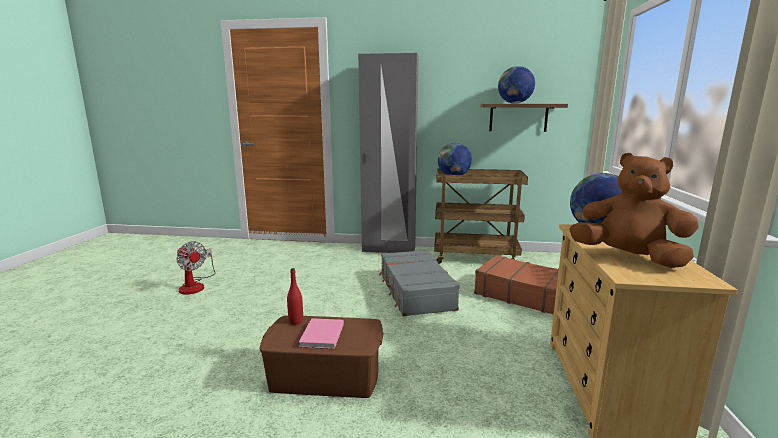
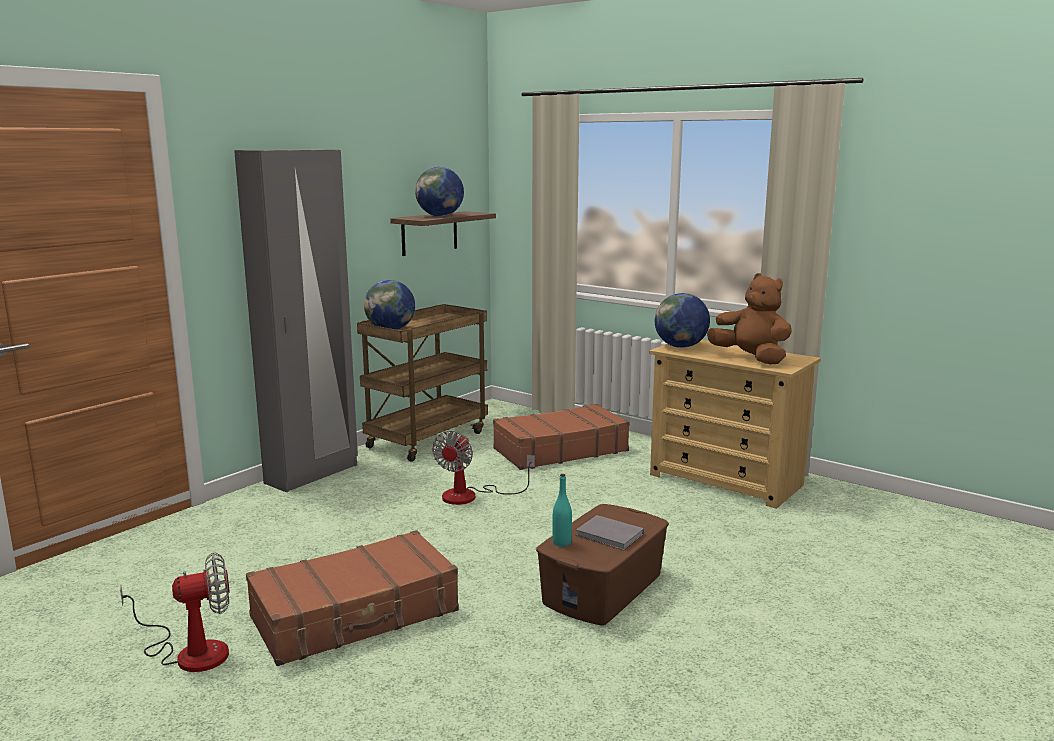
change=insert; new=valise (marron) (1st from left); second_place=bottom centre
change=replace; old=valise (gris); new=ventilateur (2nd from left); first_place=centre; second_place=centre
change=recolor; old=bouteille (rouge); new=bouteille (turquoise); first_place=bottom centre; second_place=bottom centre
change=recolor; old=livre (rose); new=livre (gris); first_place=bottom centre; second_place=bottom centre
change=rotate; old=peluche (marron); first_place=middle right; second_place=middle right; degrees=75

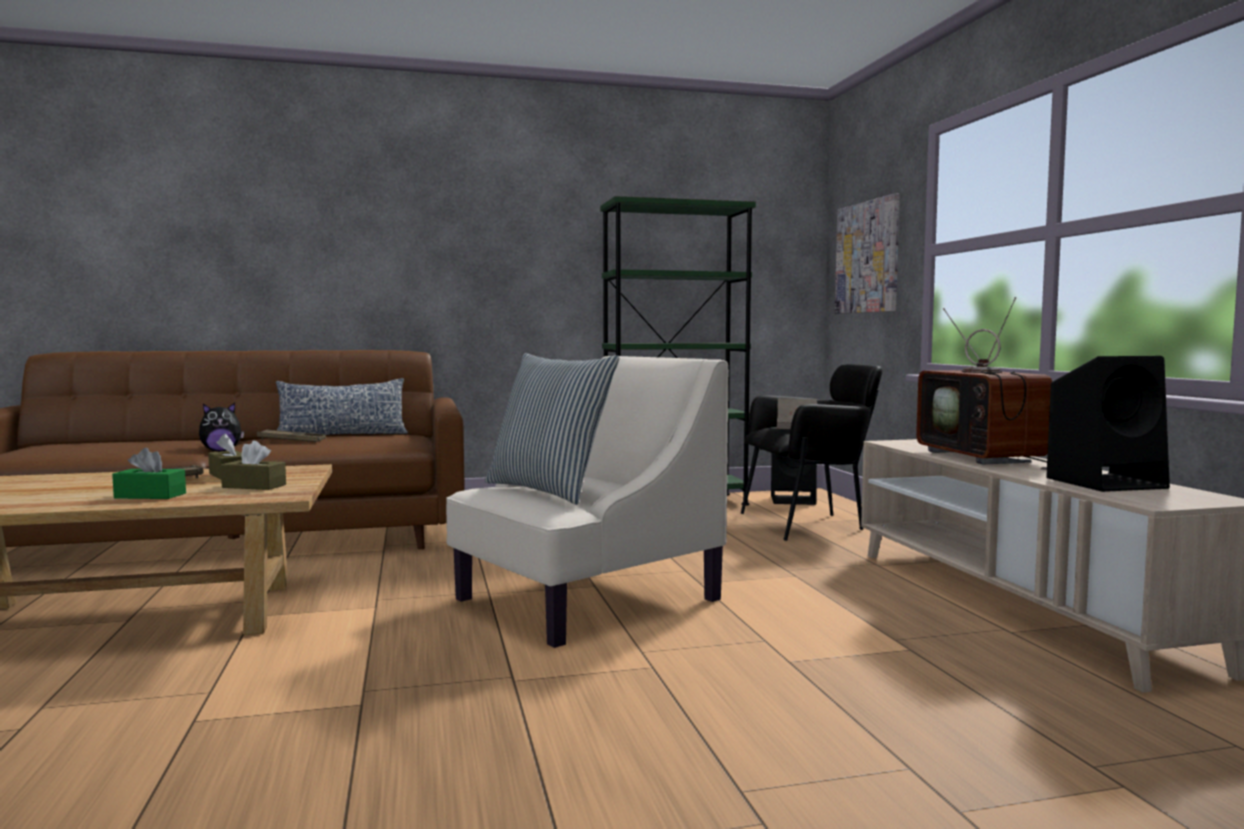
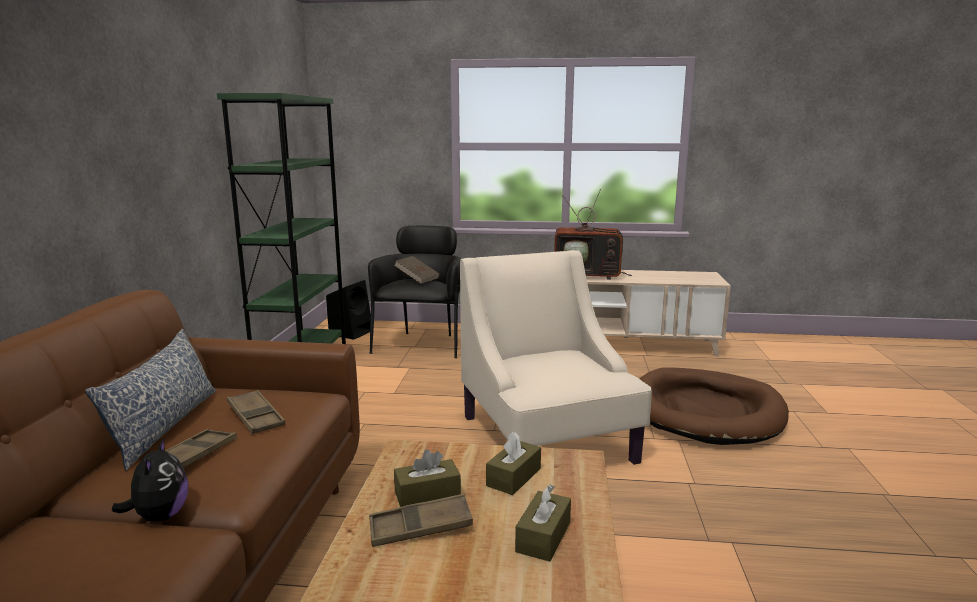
change=insert; new=plateau (marron) (2nd from left); second_place=bottom left
change=recolor; old=boîte à mouchoirs (vert); new=boîte à mouchoirs (marron) (3rd from left); first_place=middle left; second_place=bottom centre
change=insert; new=panier pour chien (marron); second_place=bottom right
change=delete; old=coussin (2nd from left); first_place=centre
change=delete; old=tableau; first_place=top right
change=delete; old=enceinte (noir) (2nd from left); first_place=middle right

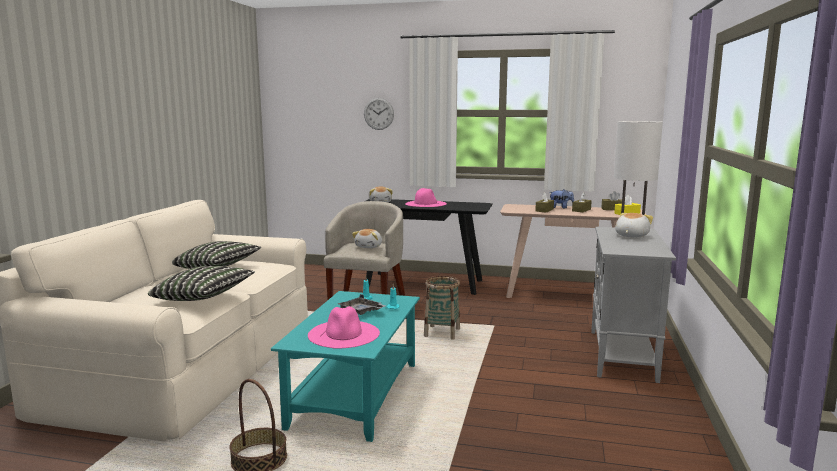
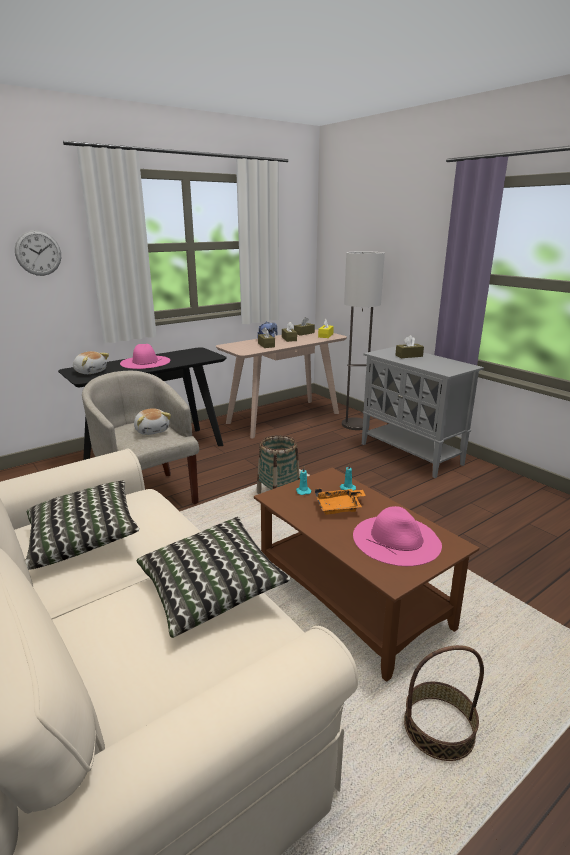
change=recolor; old=table basse (turquoise); new=table basse (marron); first_place=bottom centre; second_place=bottom centre
change=recolor; old=plateau (gris); new=plateau (orange); first_place=centre; second_place=centre
change=replace; old=peluche (4th from left); new=boîte à mouchoirs (marron) (4th from left); first_place=middle right; second_place=middle right

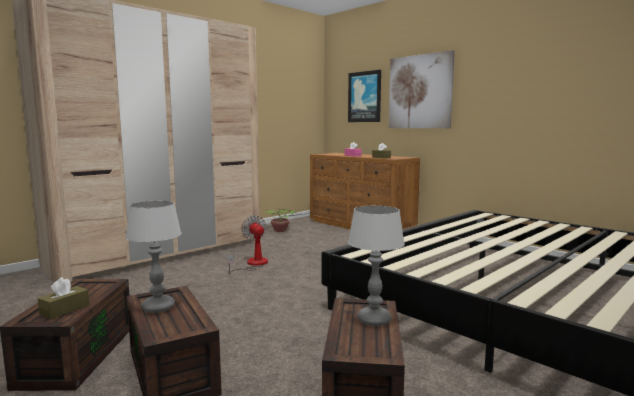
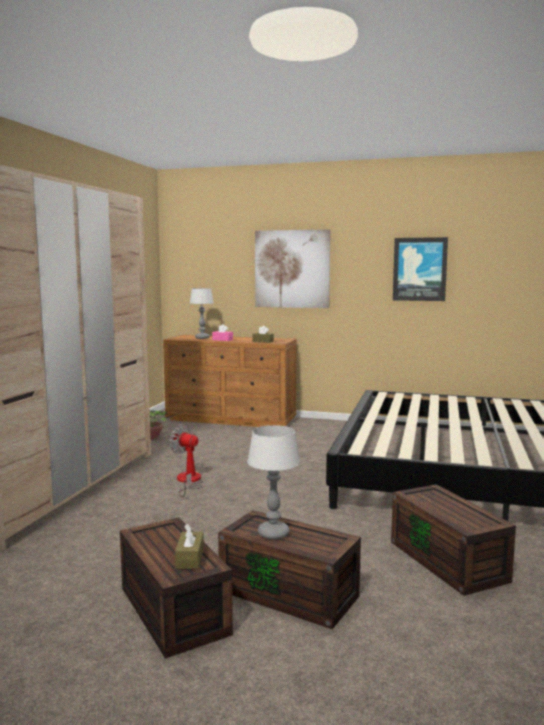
change=move; old=lampe de table (2nd from left in the first image); new=lampe de table (1st from left); first_place=bottom centre; second_place=centre
change=move; old=tableau (1st from left in the first image); new=tableau (2nd from left); first_place=top centre; second_place=middle right

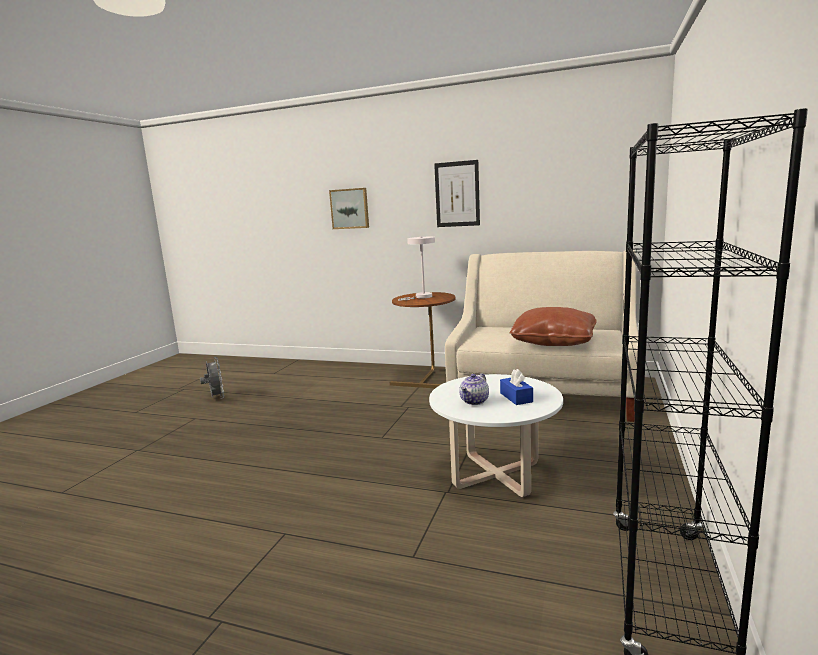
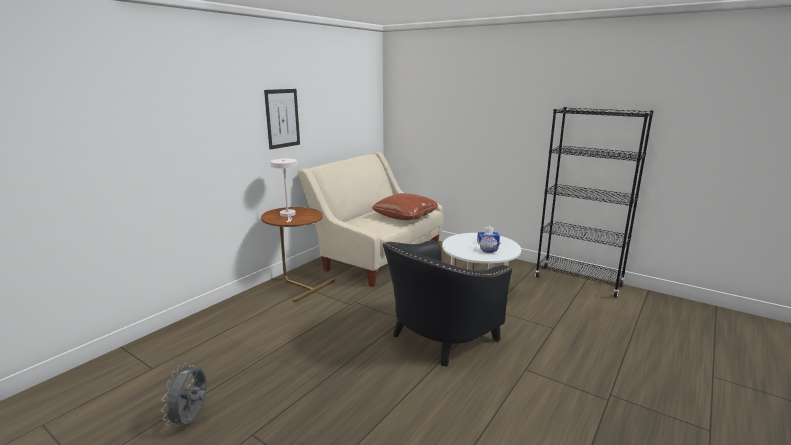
change=rotate; old=ventilateur (gris); first_place=middle left; second_place=bottom left; degrees=-75
change=insert; new=fauteuil (noir); second_place=bottom centre
change=delete; old=tableau (1st from left); first_place=top centre

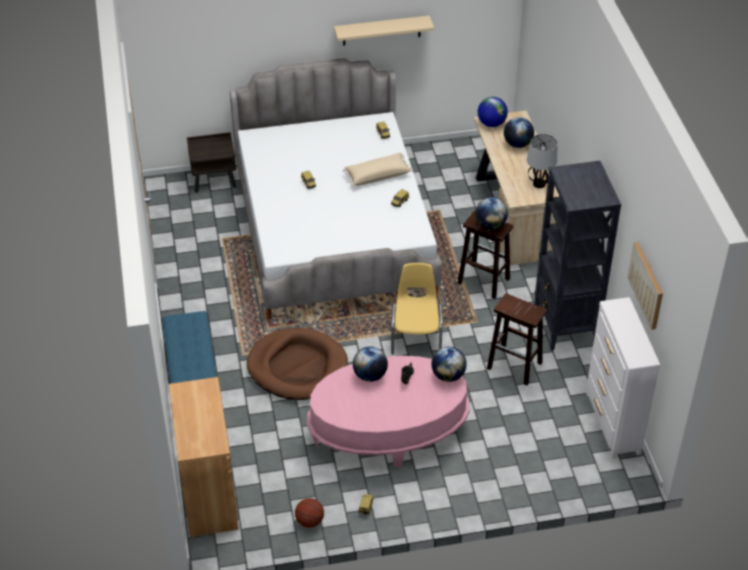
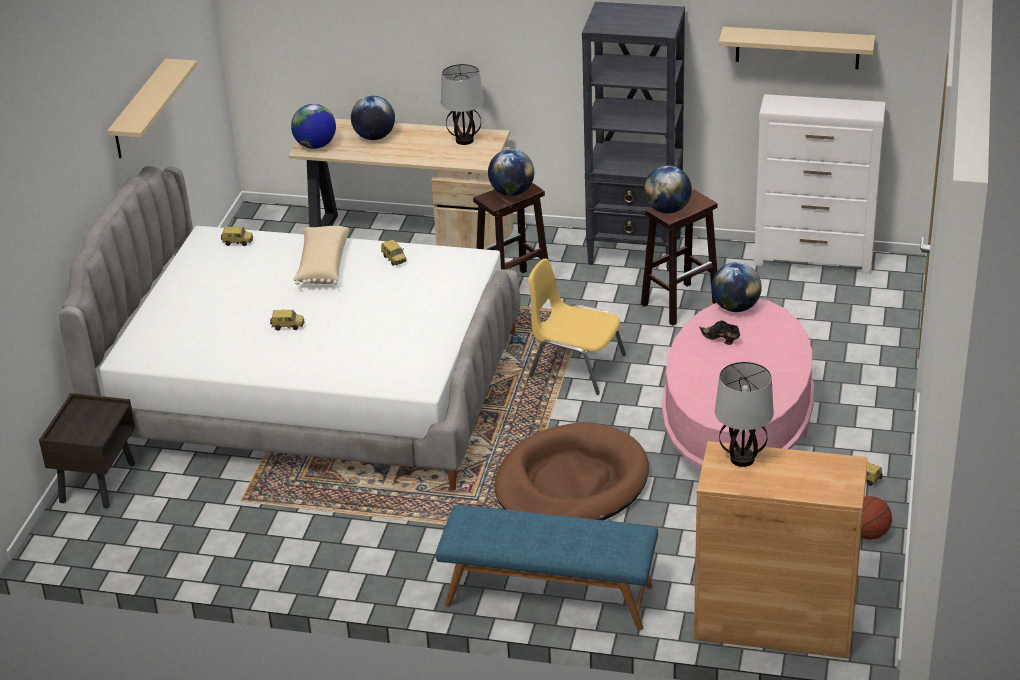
change=move; old=globe (1st from left in the first image); new=globe (4th from left); first_place=centre; second_place=top centre
change=insert; new=lampe de table (2nd from left); second_place=middle right
change=replace; old=tableau; new=étagère (beige) (2nd from left); first_place=middle right; second_place=top right

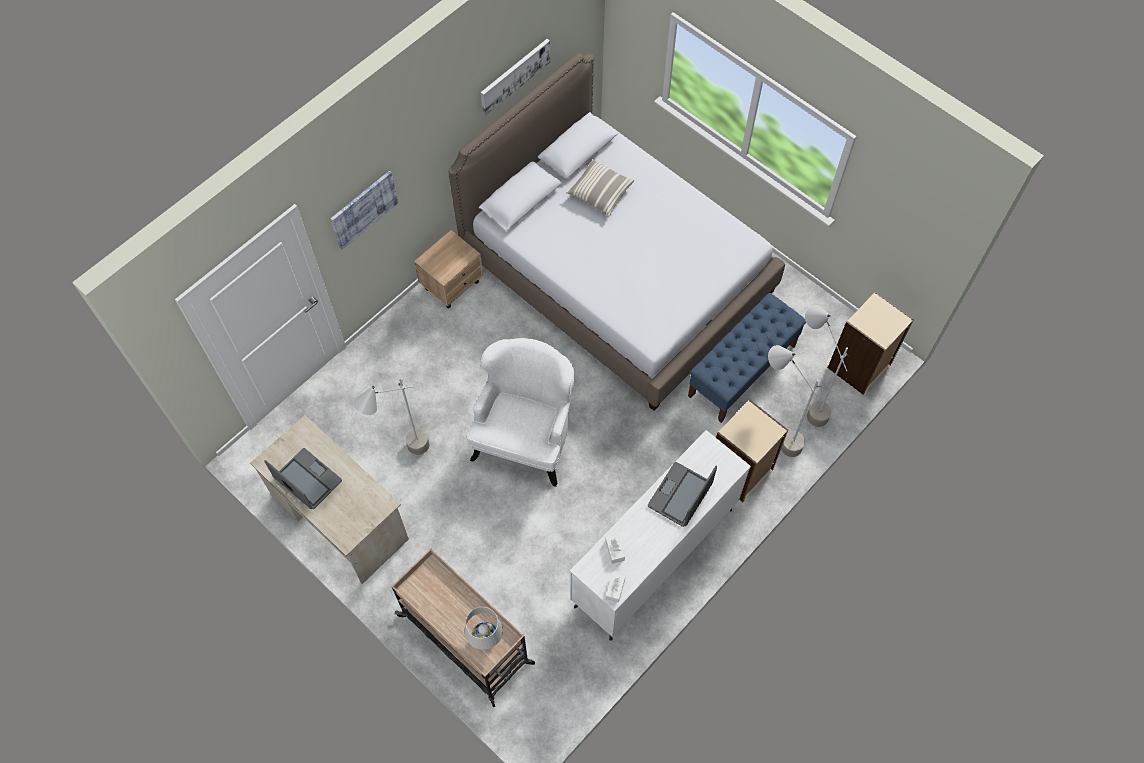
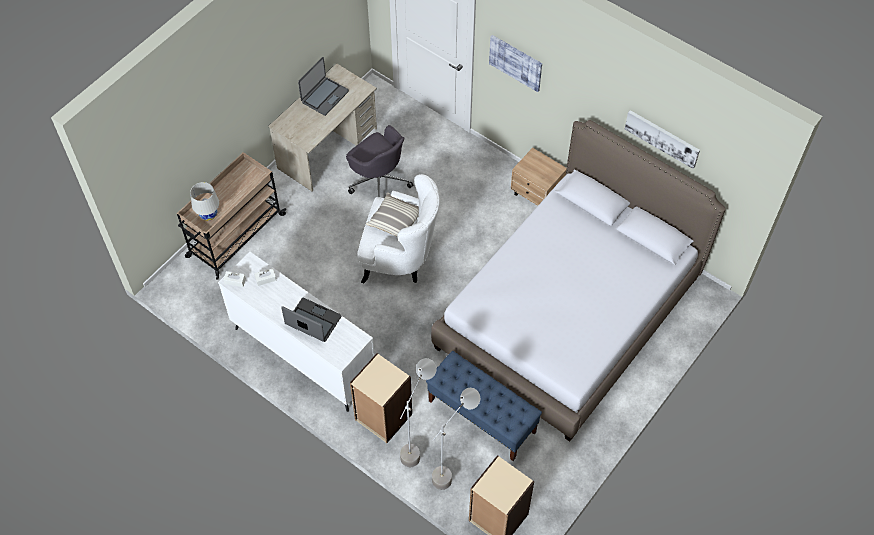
change=replace; old=lampadaire (gris) (1st from left); new=chaise de bureau (gris); first_place=centre; second_place=top centre
change=move; old=coussin; first_place=top centre; second_place=centre

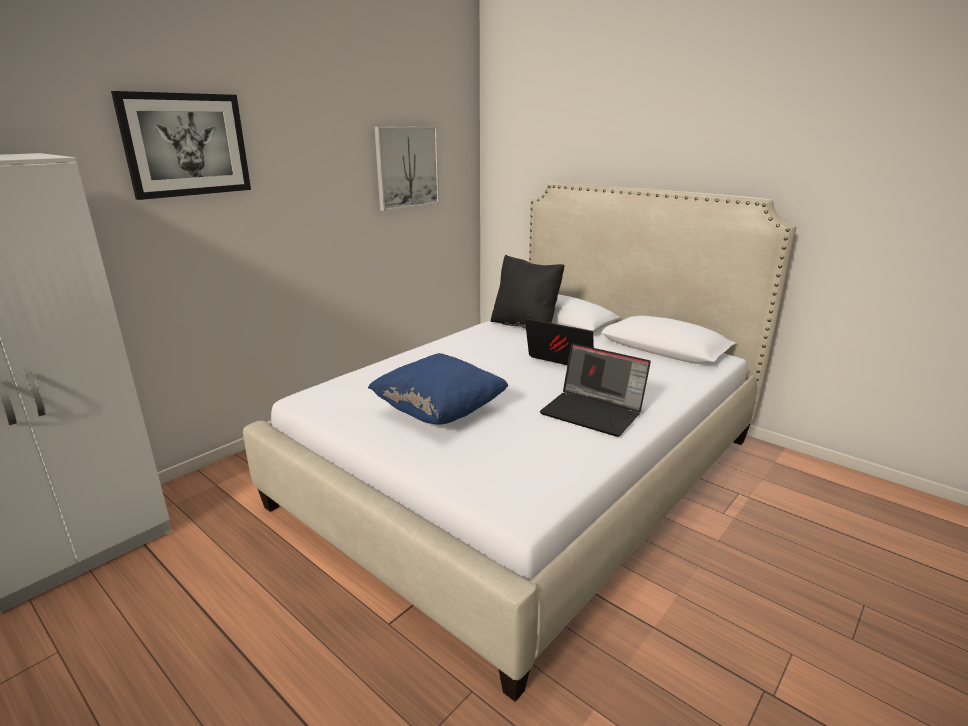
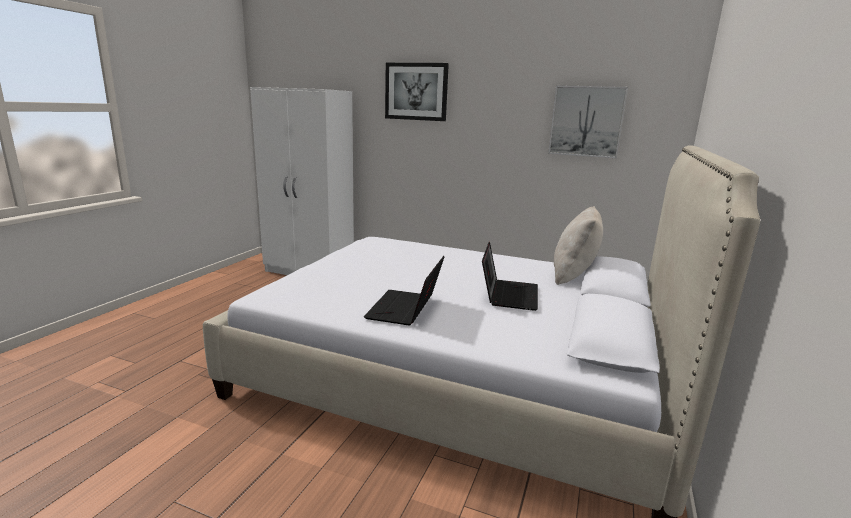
change=recolor; old=coussin (noir); new=coussin (beige); first_place=centre; second_place=middle right
change=delete; old=coussin (bleu); first_place=centre

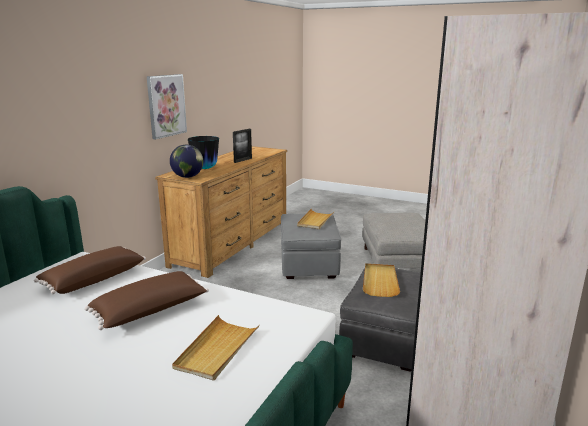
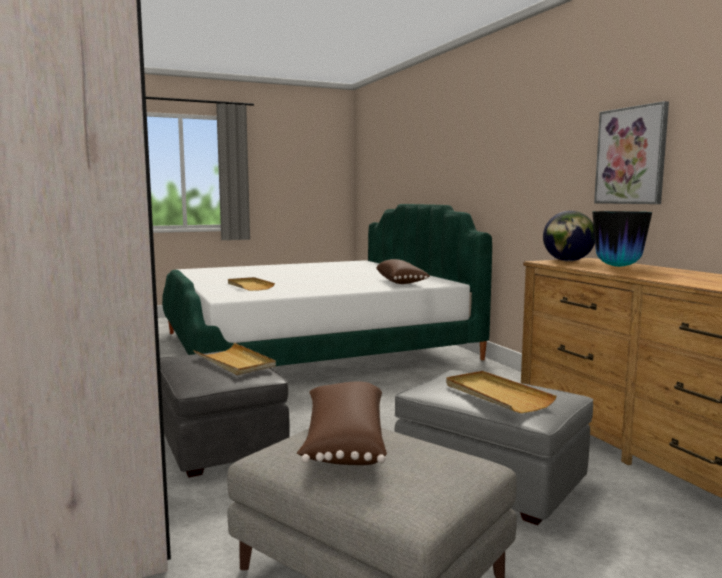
change=move; old=coussin (marron) (2nd from left in the first image); new=coussin (marron) (1st from left); first_place=bottom left; second_place=bottom centre
change=delete; old=cadre photo; first_place=centre

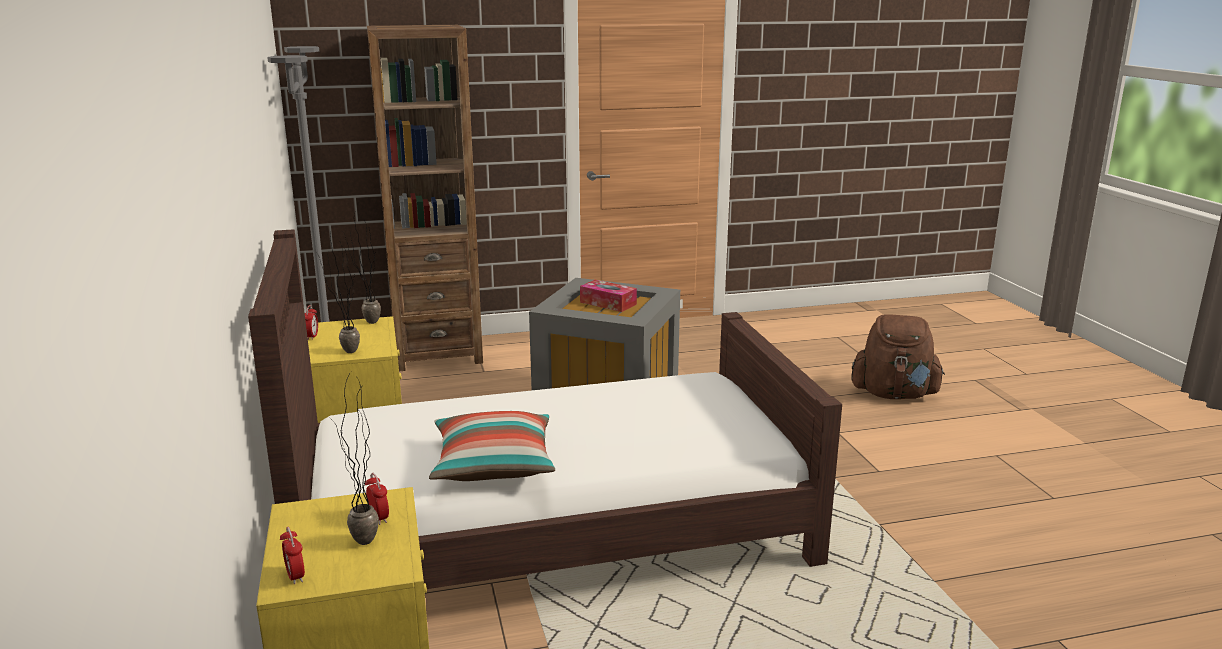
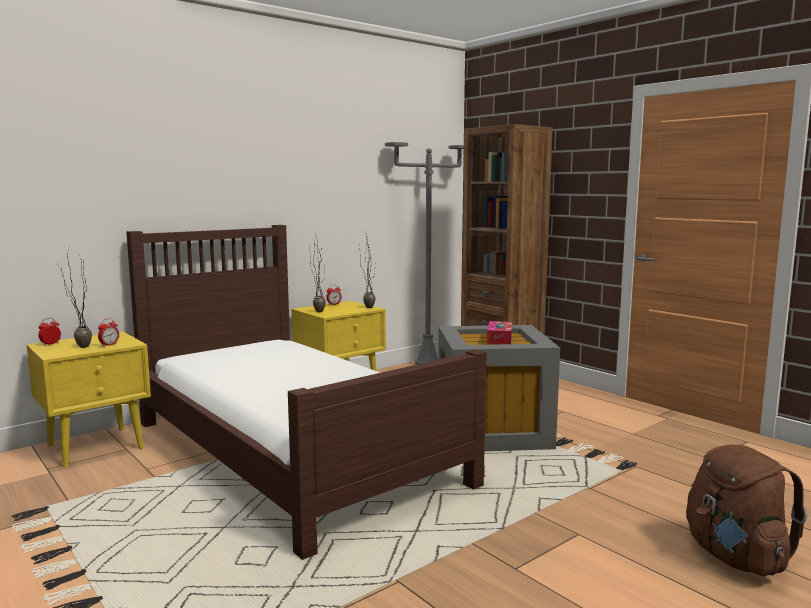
change=delete; old=coussin; first_place=bottom centre

